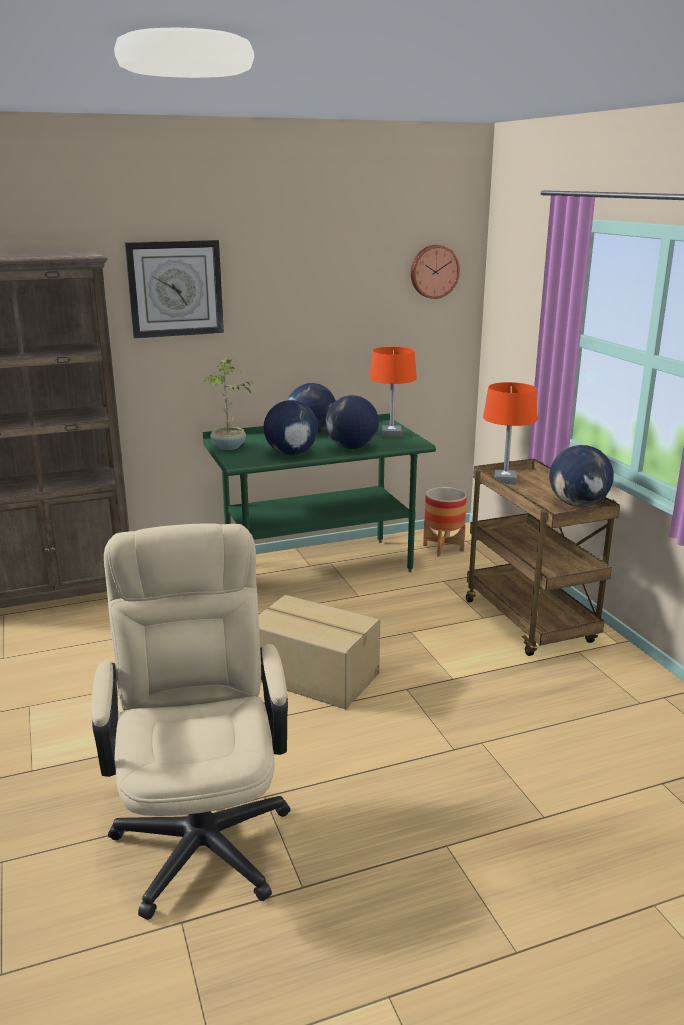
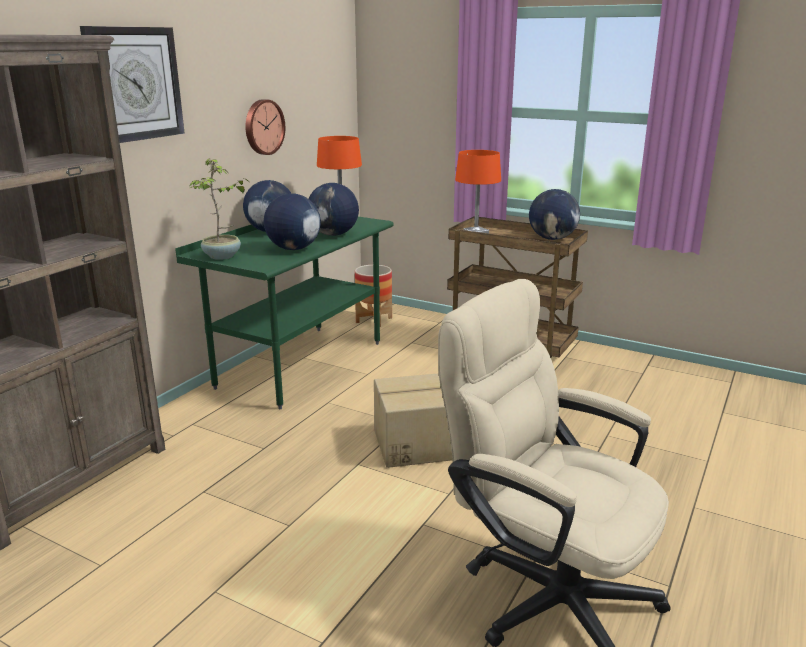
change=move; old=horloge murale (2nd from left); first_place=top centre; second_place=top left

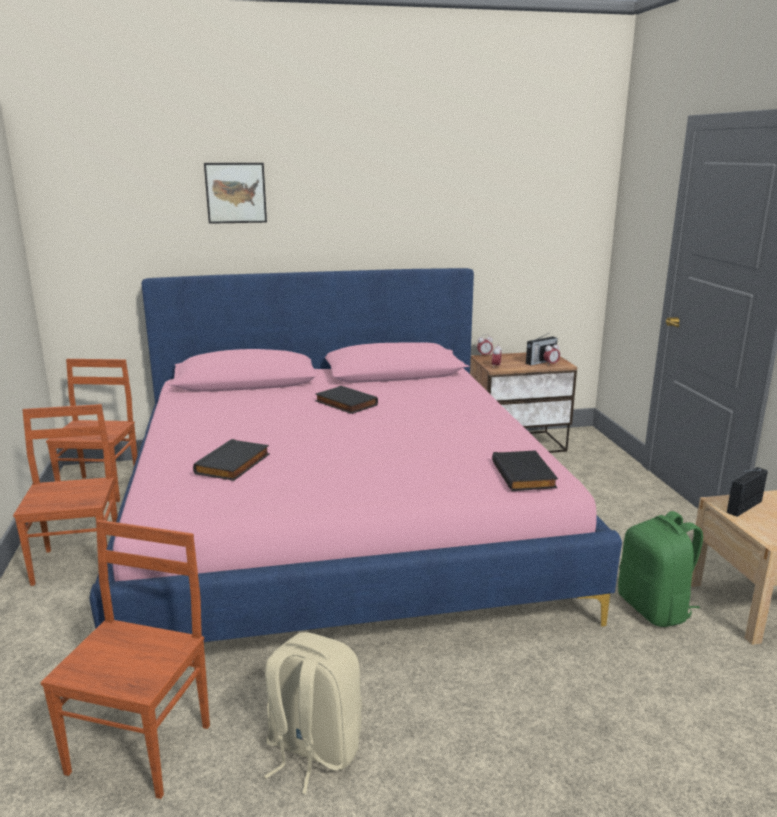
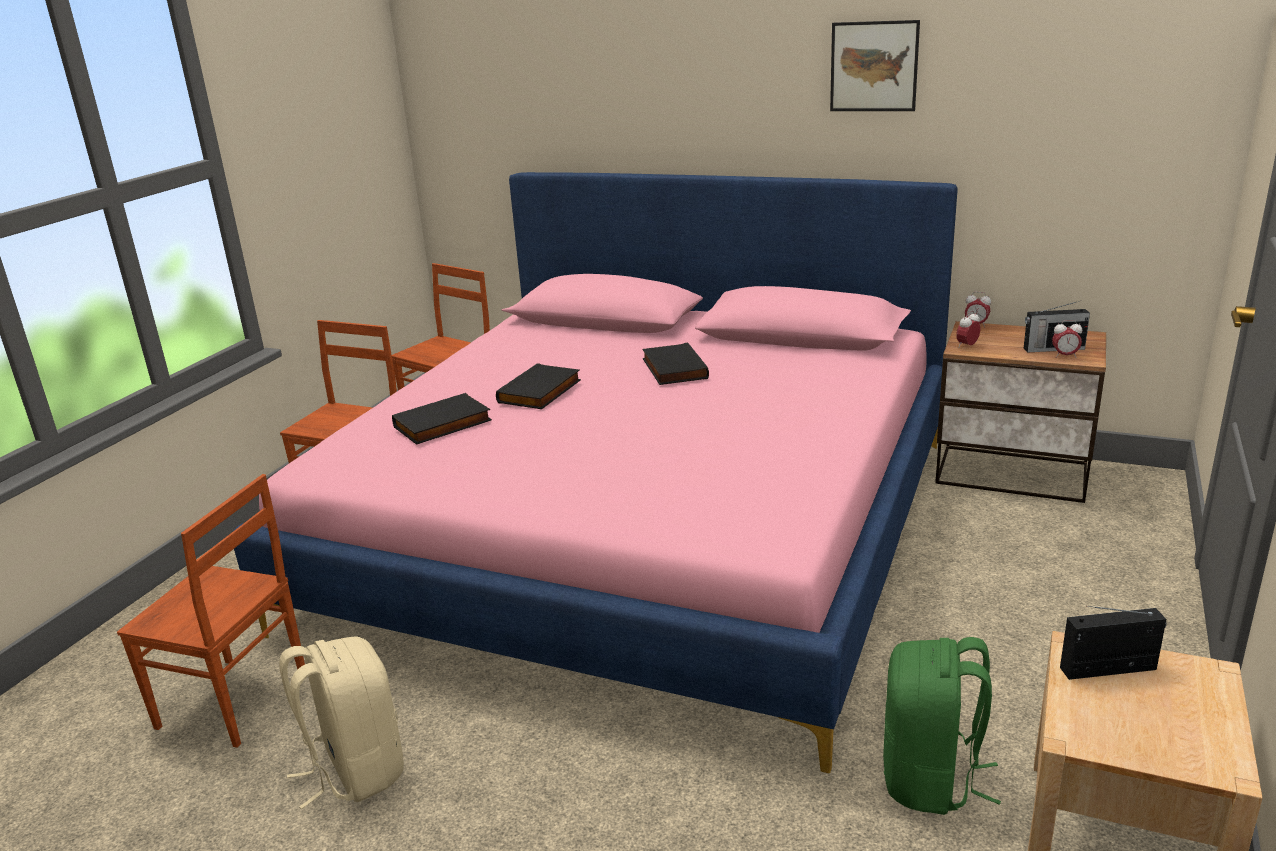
change=rotate; old=chaise (marron) (3rd from left in the first image); first_place=bottom left; second_place=bottom left; degrees=60
change=move; old=livre (noir) (3rd from left in the first image); new=livre (noir) (2nd from left); first_place=middle right; second_place=centre
change=move; old=tableau; first_place=top left; second_place=top right

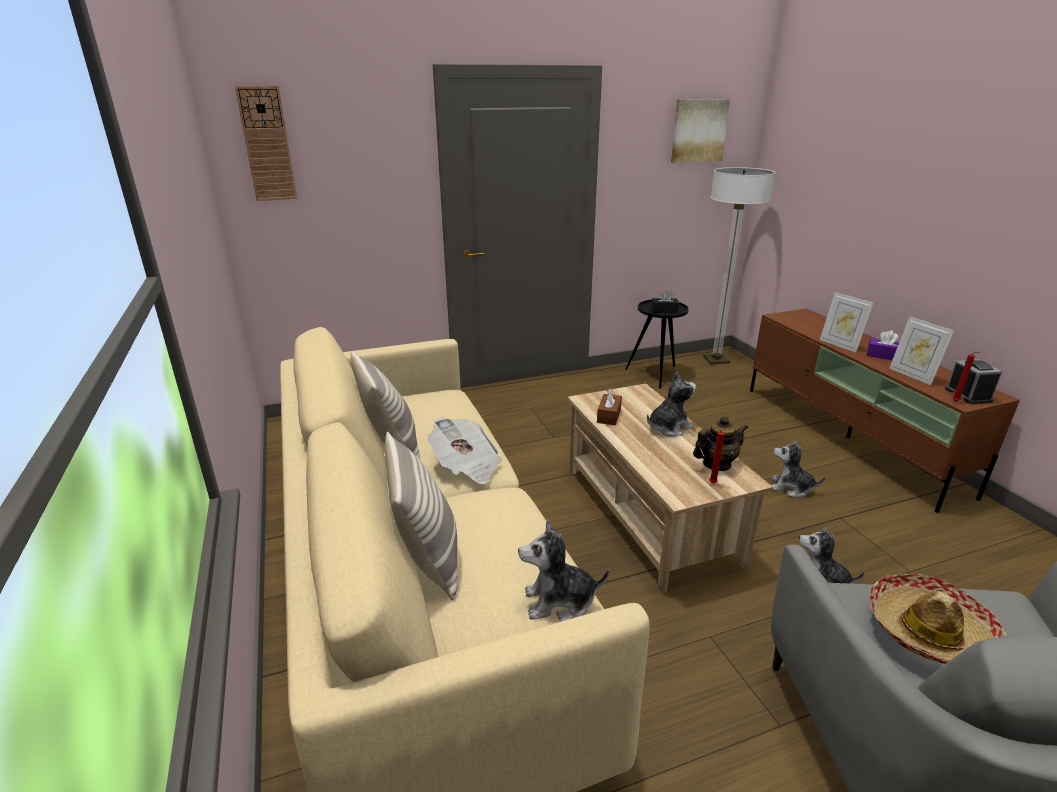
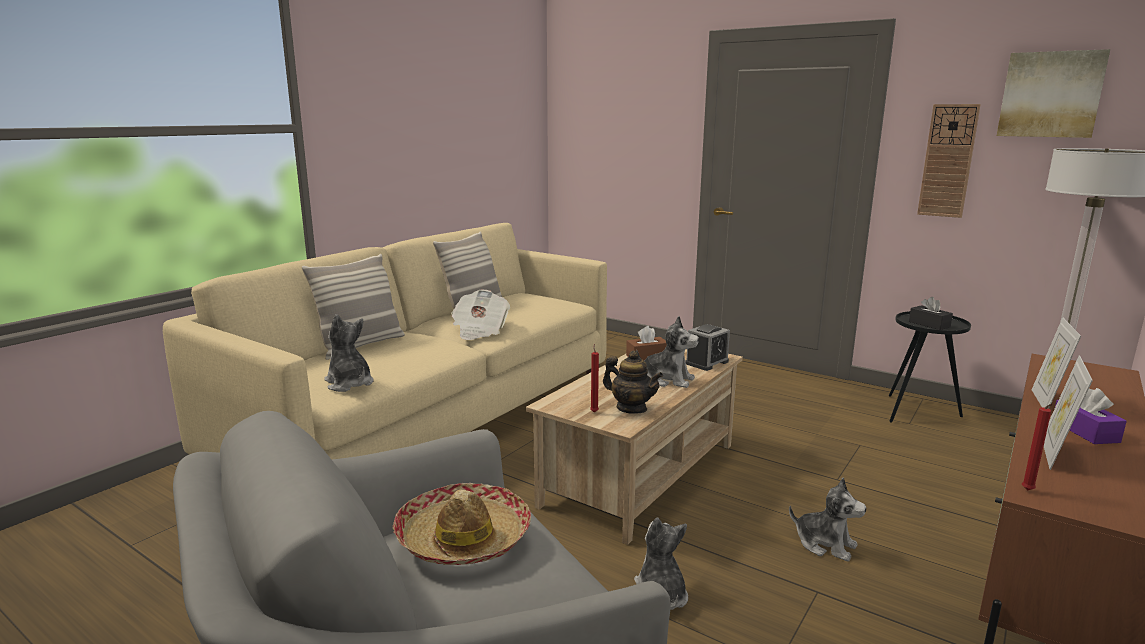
change=move; old=réveil; first_place=middle right; second_place=centre
change=rotate; old=peluche (3rd from left in the first image); first_place=middle right; second_place=bottom right; degrees=135
change=move; old=horloge murale; first_place=top left; second_place=top right

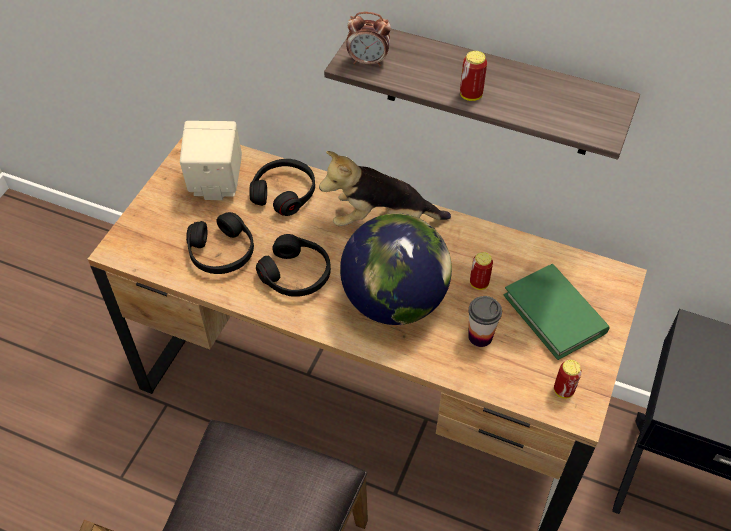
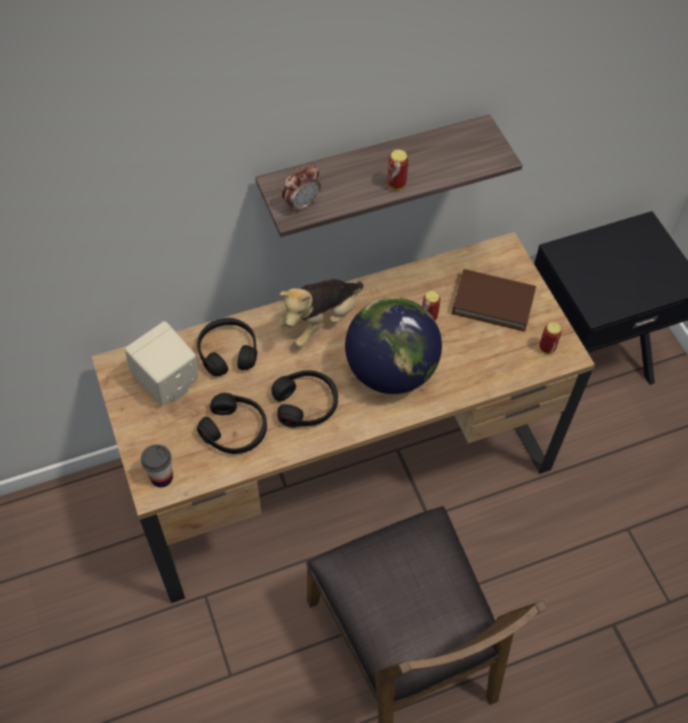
change=move; old=tasse; first_place=centre; second_place=middle left
change=recolor; old=livre (vert); new=livre (marron); first_place=middle right; second_place=middle right

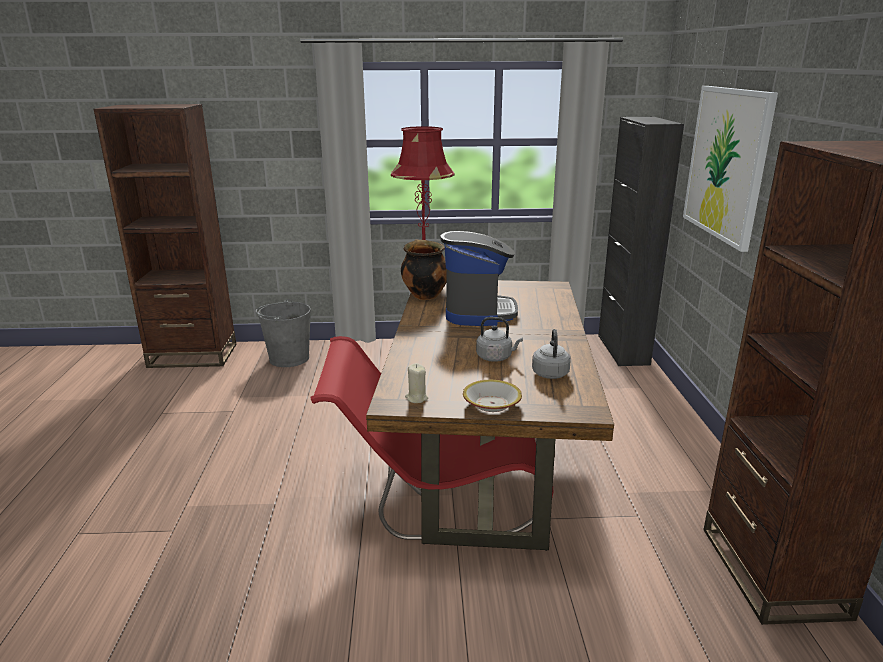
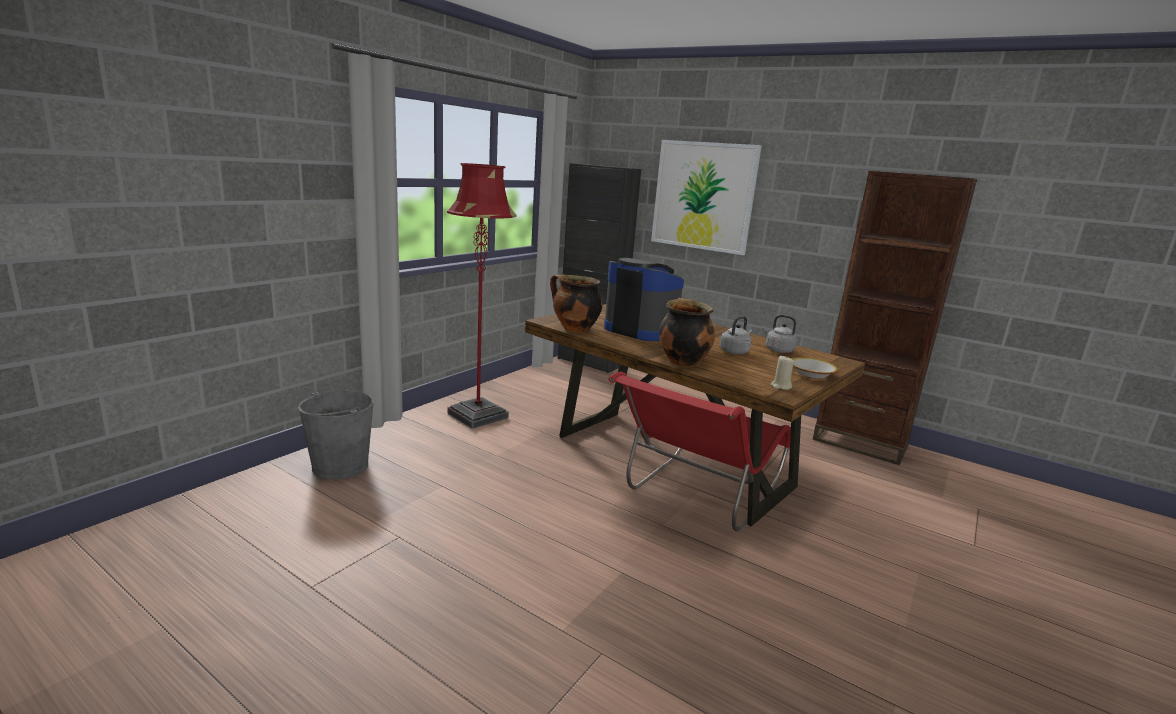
change=insert; new=marmite (2nd from left); second_place=centre
change=delete; old=bibliothèque (marron) (1st from left); first_place=middle left

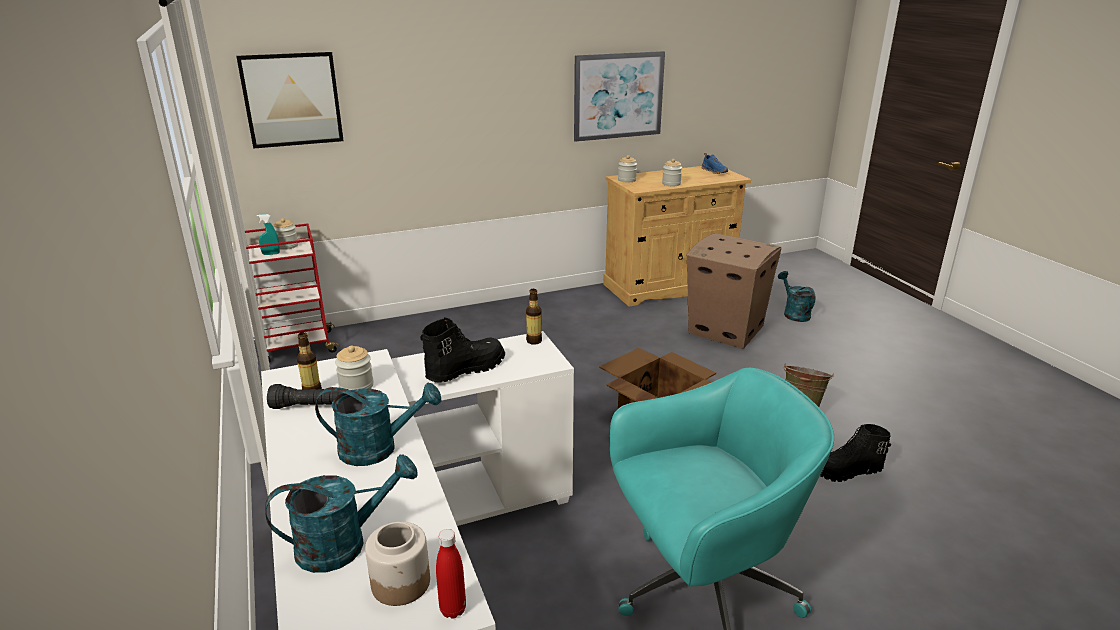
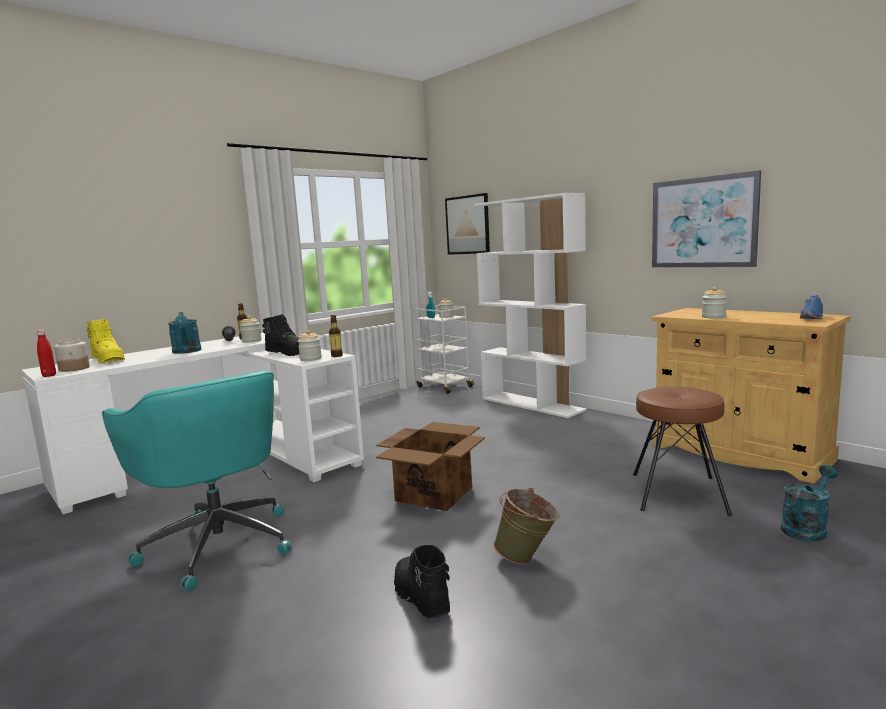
change=replace; old=arrosoir (turquoise) (1st from left); new=botte (jaune); first_place=bottom left; second_place=middle left
change=move; old=bocal (4th from left in the first image); new=bocal (3rd from left); first_place=top centre; second_place=centre
change=recolor; old=chariot (rouge); new=chariot (blanc); first_place=middle left; second_place=centre
change=insert; new=bibliothèque (blanc); second_place=centre
change=replace; old=carton (2nd from left); new=tabouret (marron); first_place=centre; second_place=middle right

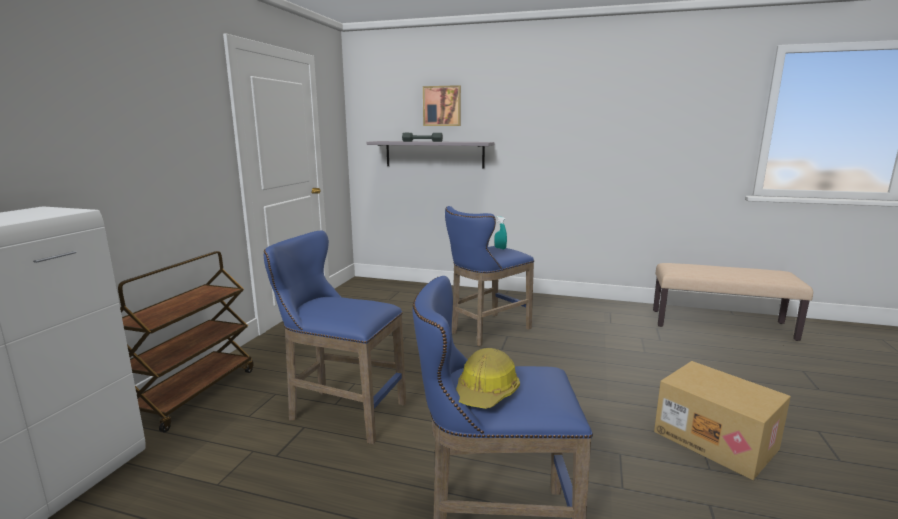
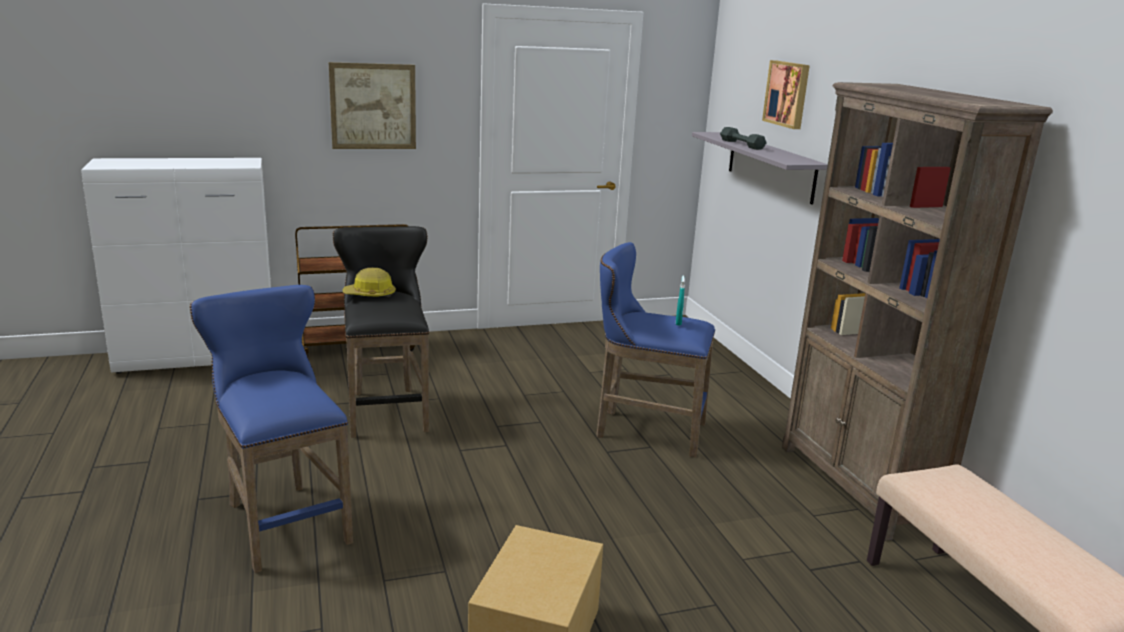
change=insert; new=tableau (1st from left); second_place=top left
change=recolor; old=tabouret (bleu) (1st from left); new=tabouret (noir); first_place=centre; second_place=centre
change=move; old=casque de chantier; first_place=bottom centre; second_place=middle left
change=insert; new=bibliothèque (marron); second_place=middle right

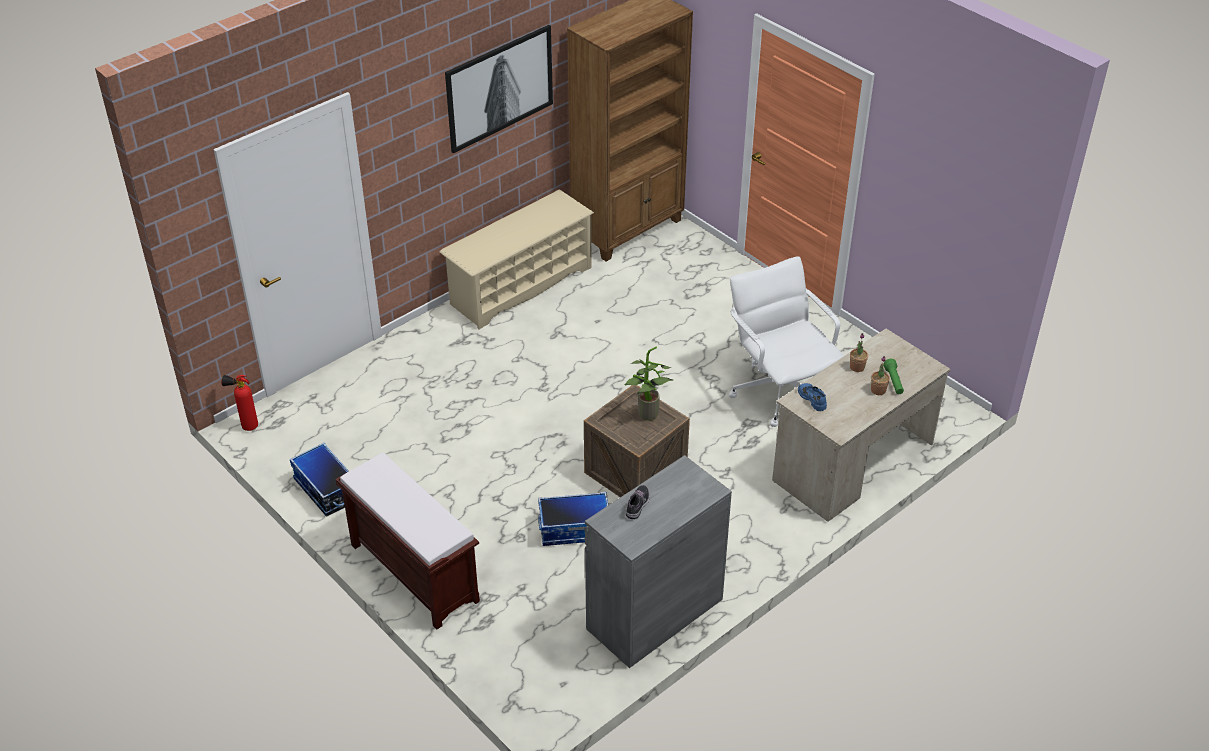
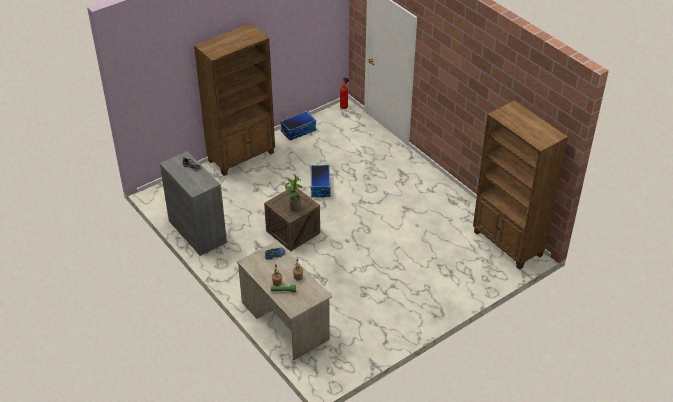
change=replace; old=banc (marron); new=bibliothèque (marron) (1st from left); first_place=bottom centre; second_place=top centre
change=move; old=boîte de rangement (2nd from left); first_place=bottom centre; second_place=centre
change=delete; old=étagère à chaussures (beige); first_place=centre
change=delete; old=tableau; first_place=top centre
change=delete; old=chaise de bureau (blanc); first_place=centre

